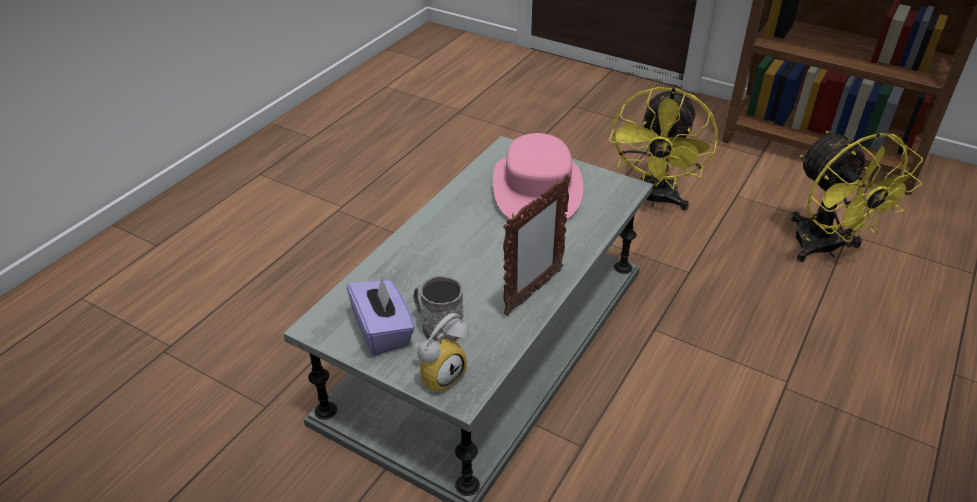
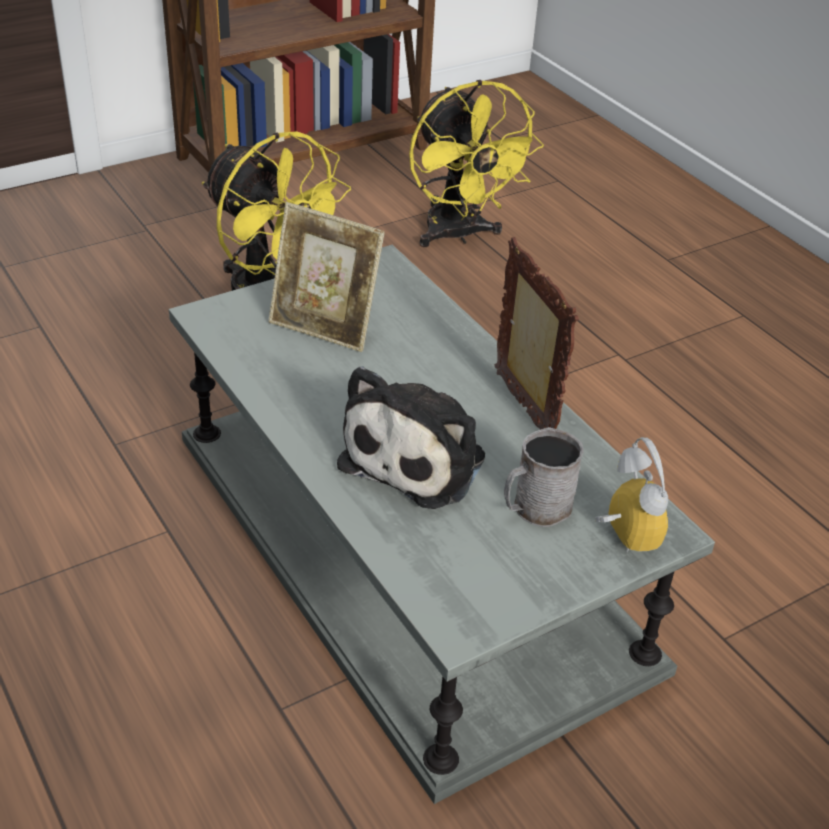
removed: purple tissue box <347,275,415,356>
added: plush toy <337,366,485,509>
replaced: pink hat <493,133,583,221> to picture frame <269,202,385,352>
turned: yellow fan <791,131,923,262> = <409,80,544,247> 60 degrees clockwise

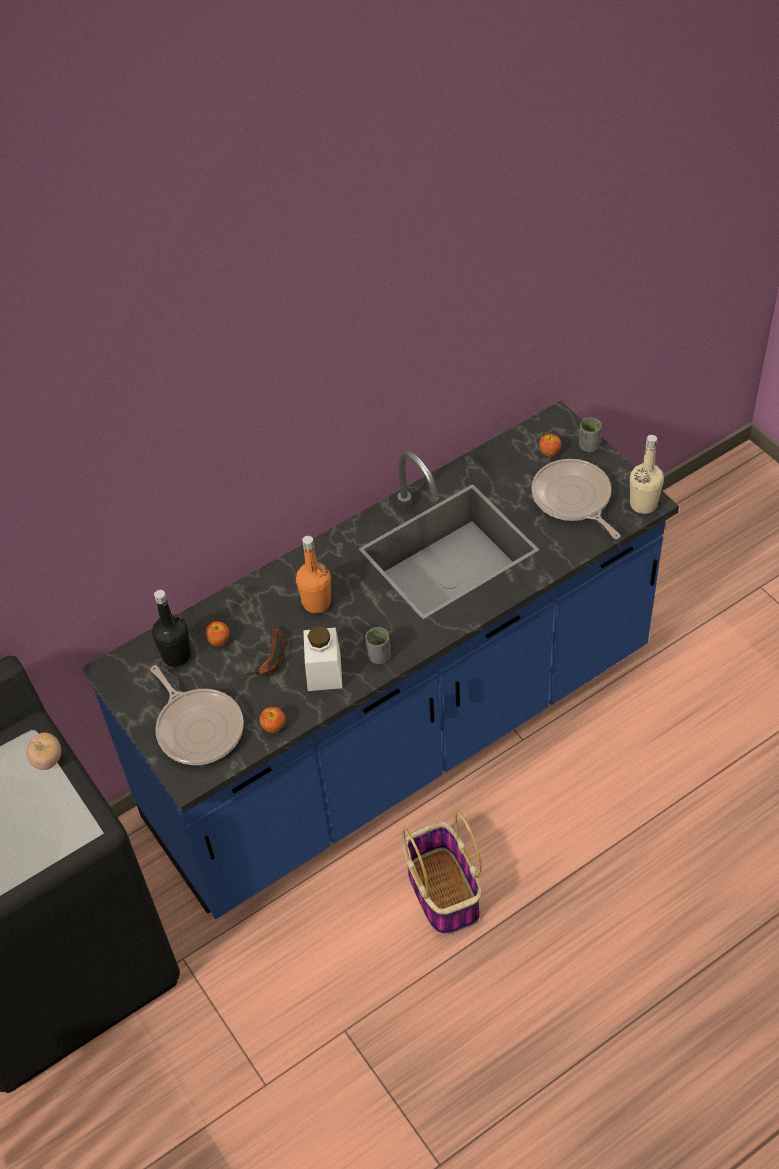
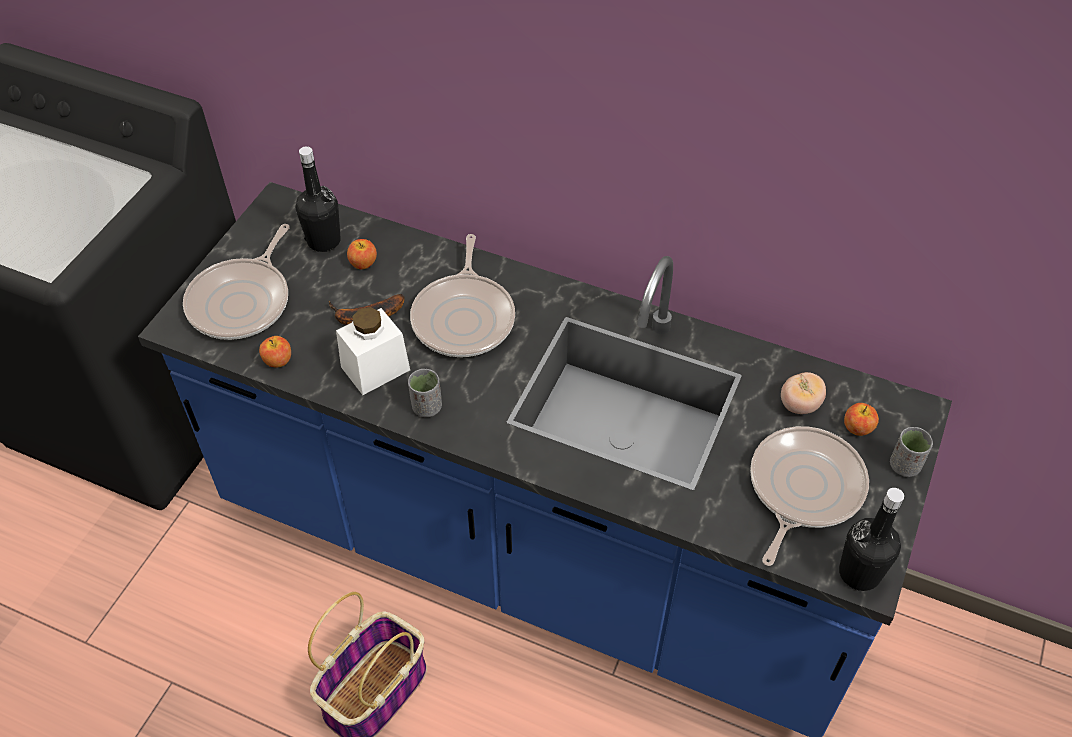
moved: tomato <26,732,61,770> to <781,372,826,414>
replaced: orange bottle <296,536,331,613> to frying pan <410,234,515,357>
recoloured: beige bottle <630,435,664,514> to black bottle <839,488,904,591>

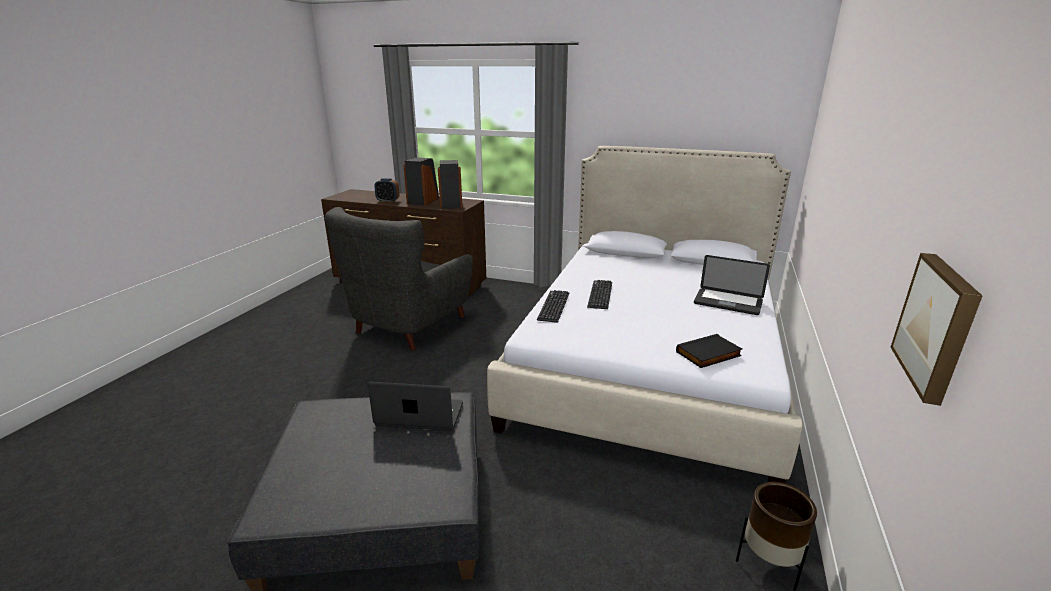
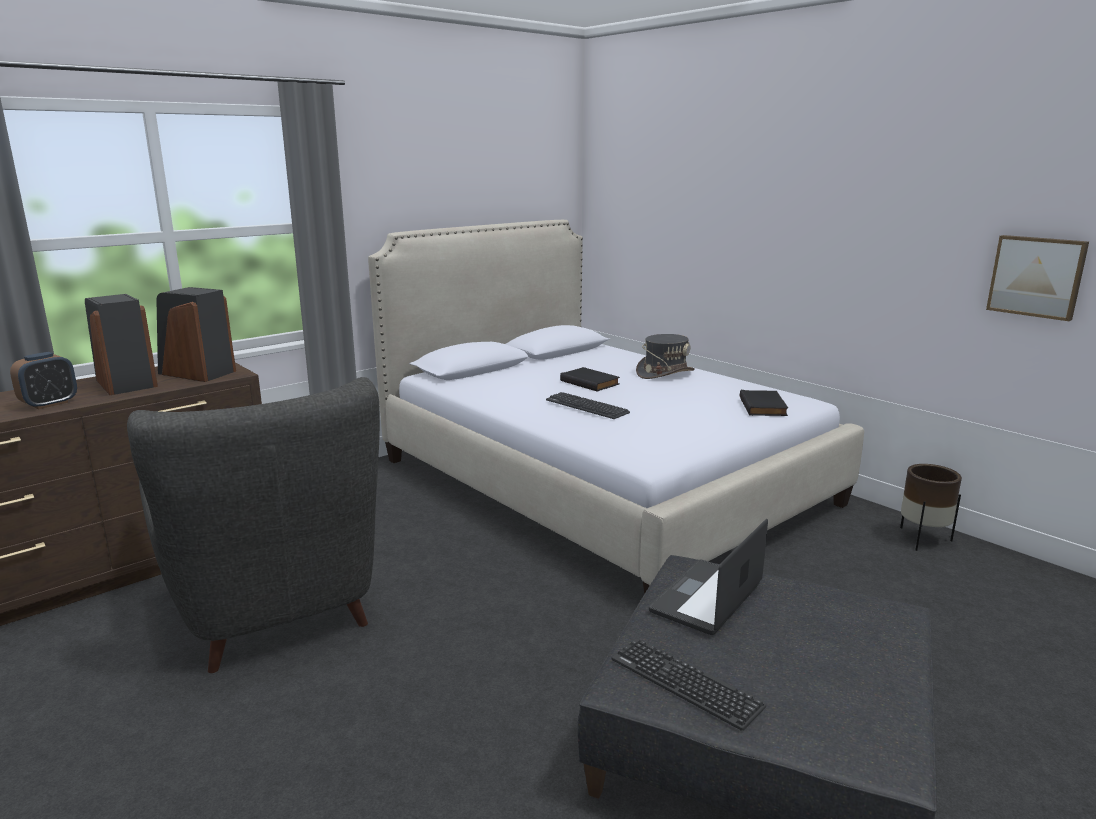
added: black book <560,367,620,392>
moved: keyboard <537,290,569,323> to <611,638,766,731>
replaced: laptop <694,255,770,315> to grey hat <636,334,695,379>

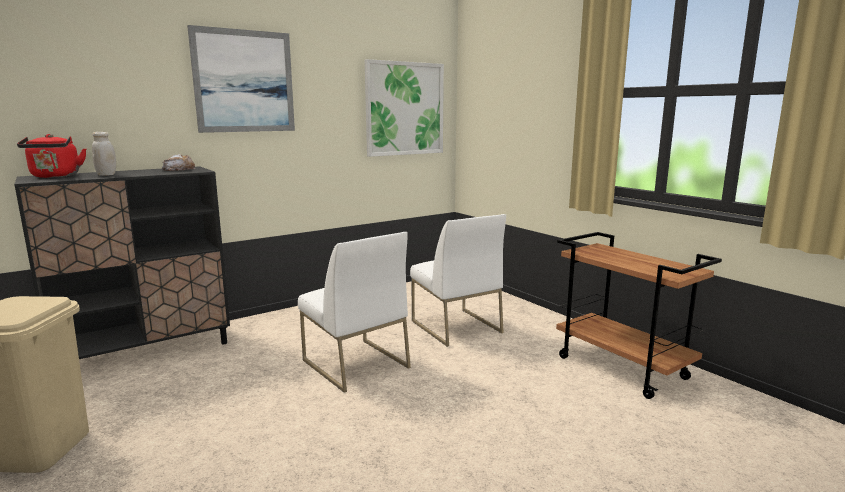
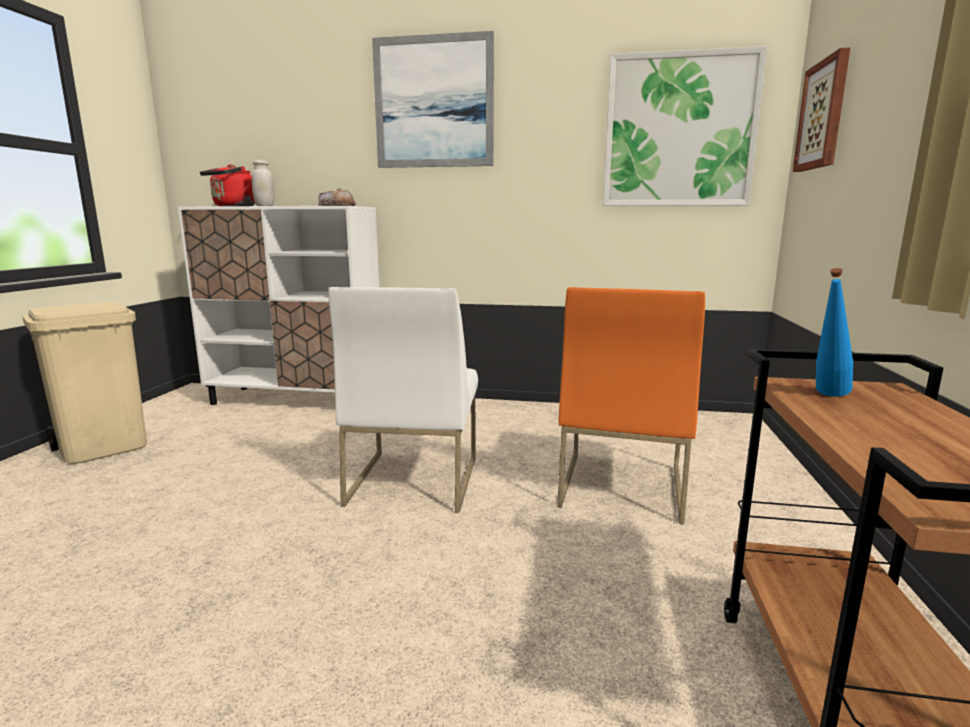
added: picture <793,47,851,172>; blue bottle <816,268,853,397>
recoloured: black cabinet <14,166,230,359> to white cabinet <178,206,379,405>; white chair <410,214,506,347> to orange chair <557,287,705,525>

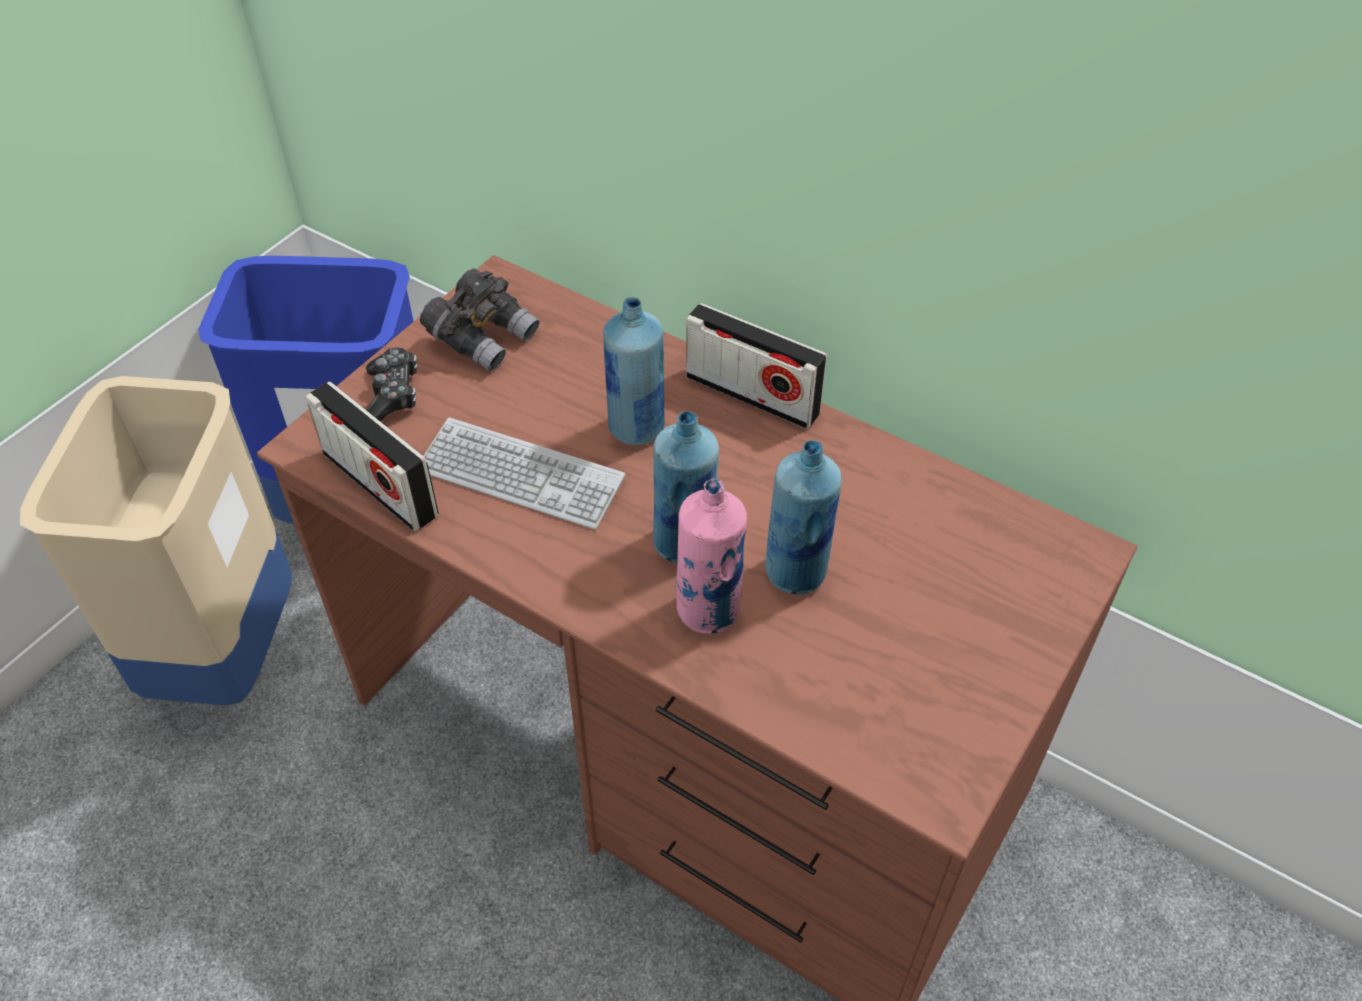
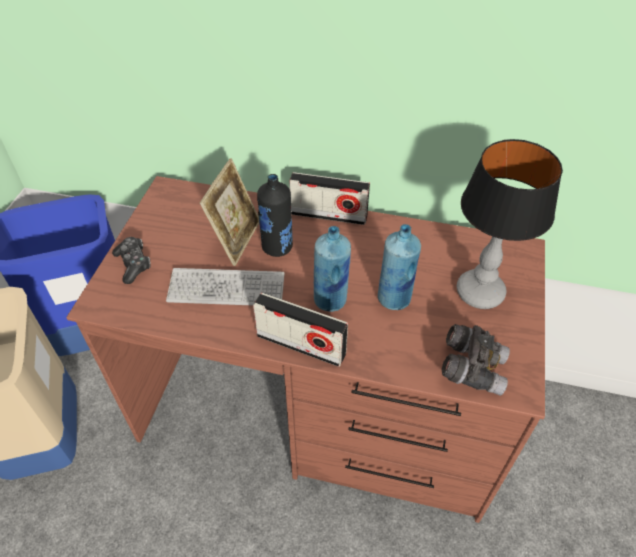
removed: pink bottle <677,479,747,634>
added: picture frame <200,158,259,266>; table lamp <457,139,563,309>
moved: radio <305,382,439,532> to <253,293,348,367>; grey binoculars <420,268,539,372> to <441,324,510,396>
recoloured: blue bottle <603,297,664,445> to black bottle <257,174,293,257>

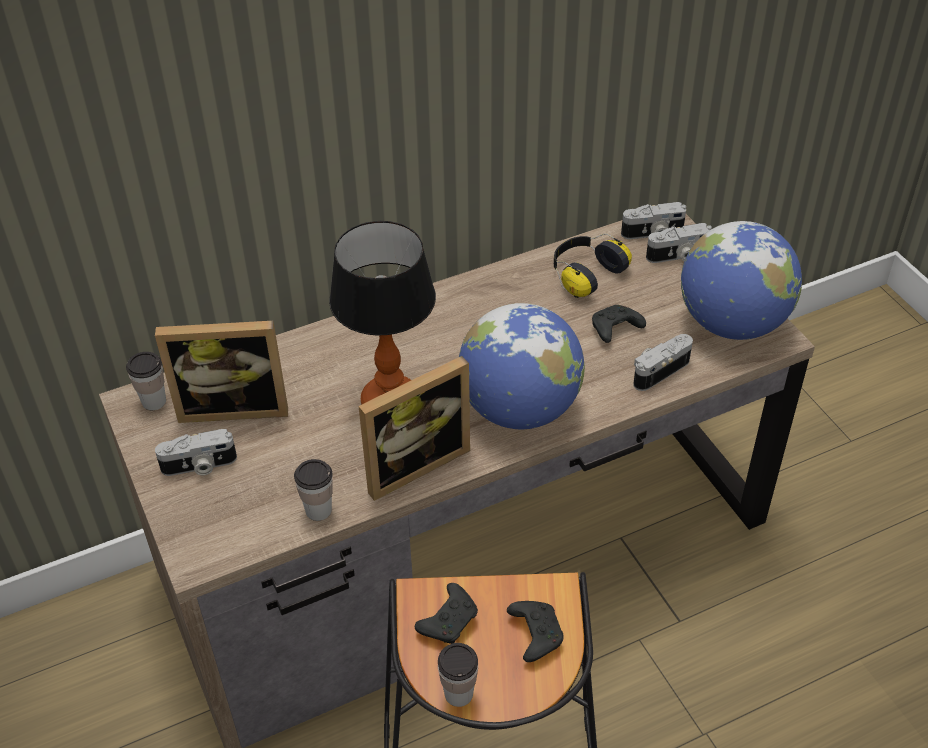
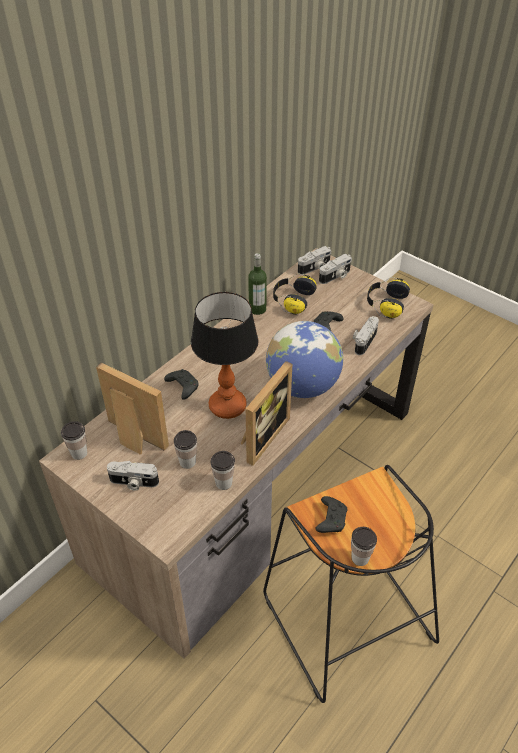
added: cup <174,430,197,469>; bottle <248,253,267,315>
moved: black game controller <507,601,564,662> to <164,369,199,400>
replaced: globe <681,221,802,340> to headphones <367,277,410,319>
turned: picture frame <155,321,288,423> = <96,362,169,455> 120 degrees counterclockwise; photo camera <155,429,237,476> = <107,461,159,491> 45 degrees clockwise

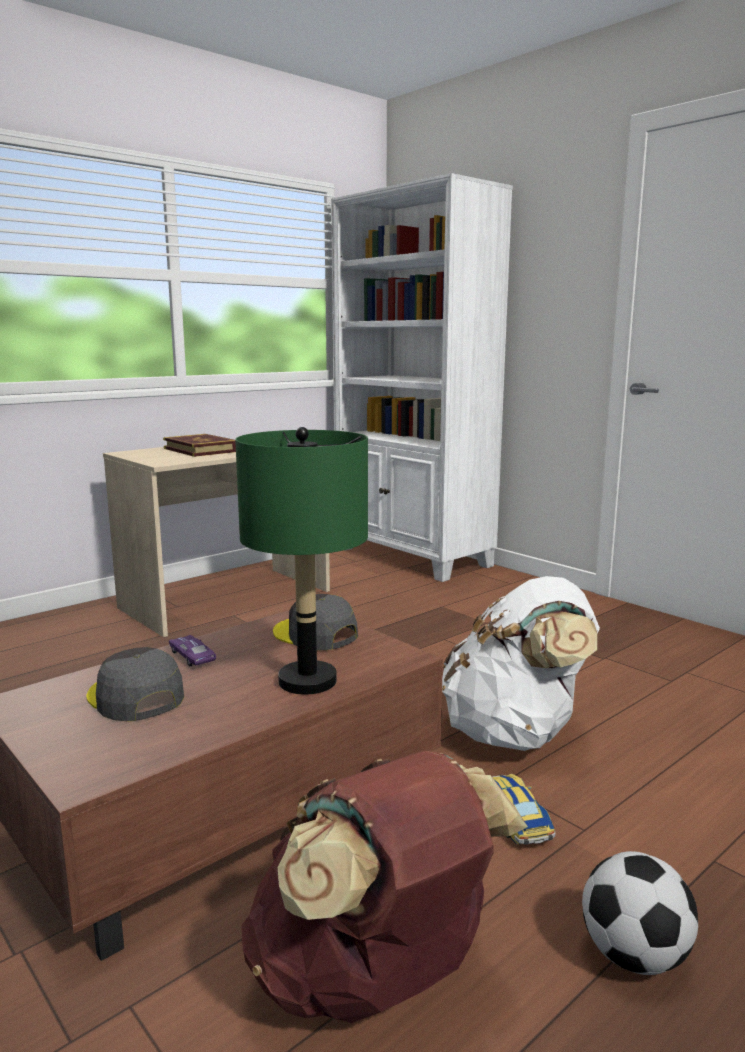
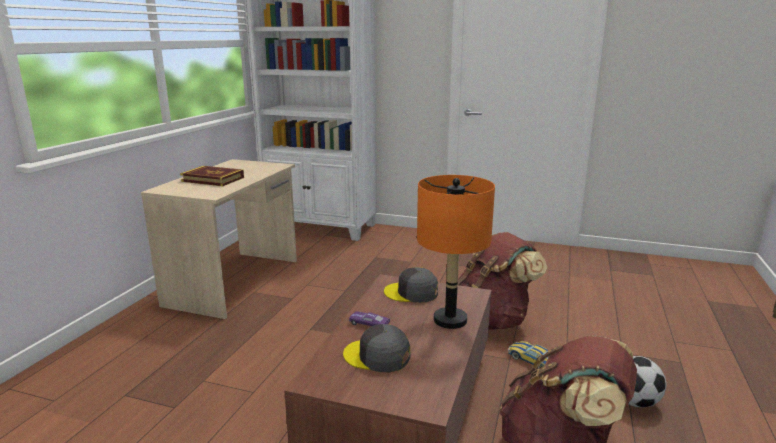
recoloured: green table lamp <235,427,368,695> to orange table lamp <417,175,495,329>; white backpack <442,576,600,751> to brown backpack <458,232,547,330>

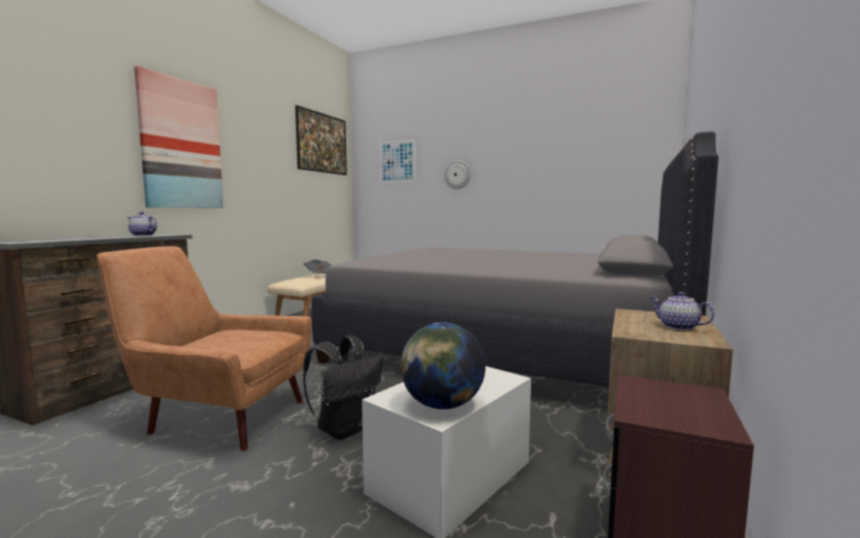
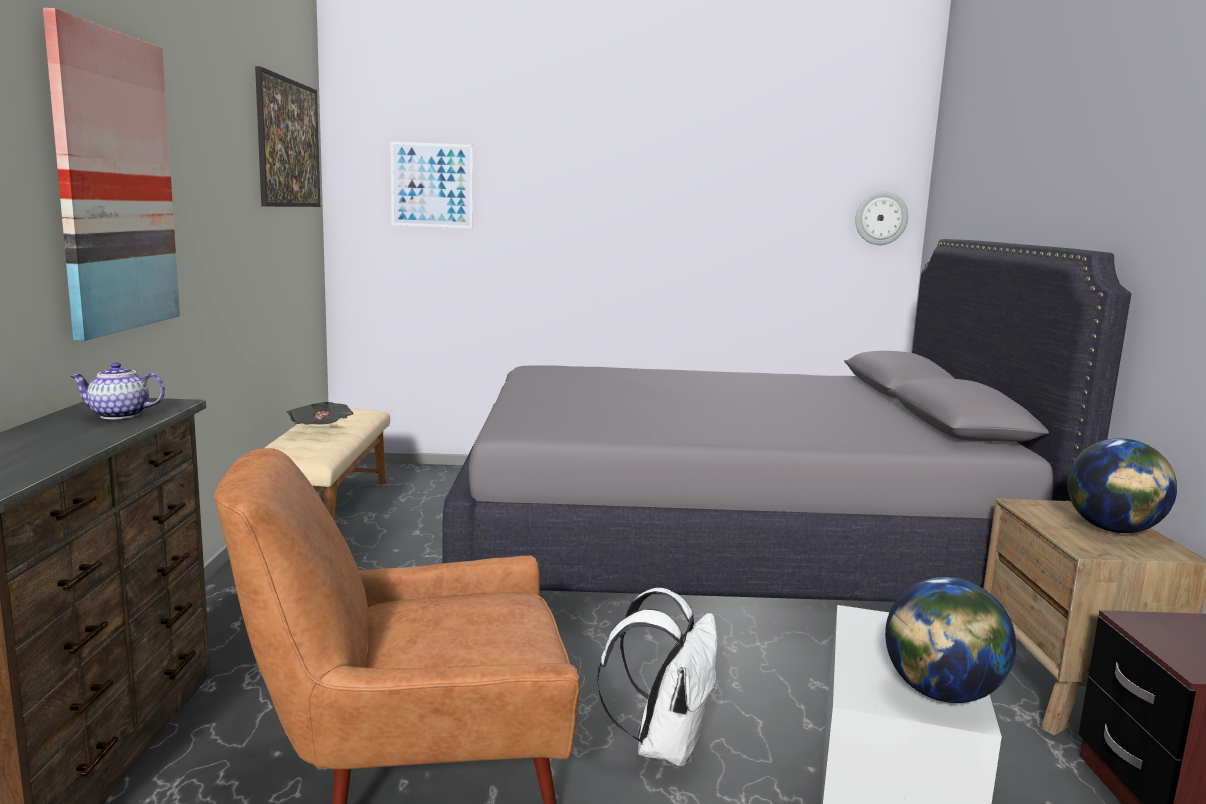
moved: wall clock <444,160,471,189> to <855,191,908,245>
replaced: teapot <651,292,715,330> to globe <1067,438,1177,533>
recoloured: black backpack <303,335,383,440> to white backpack <597,588,718,767>

